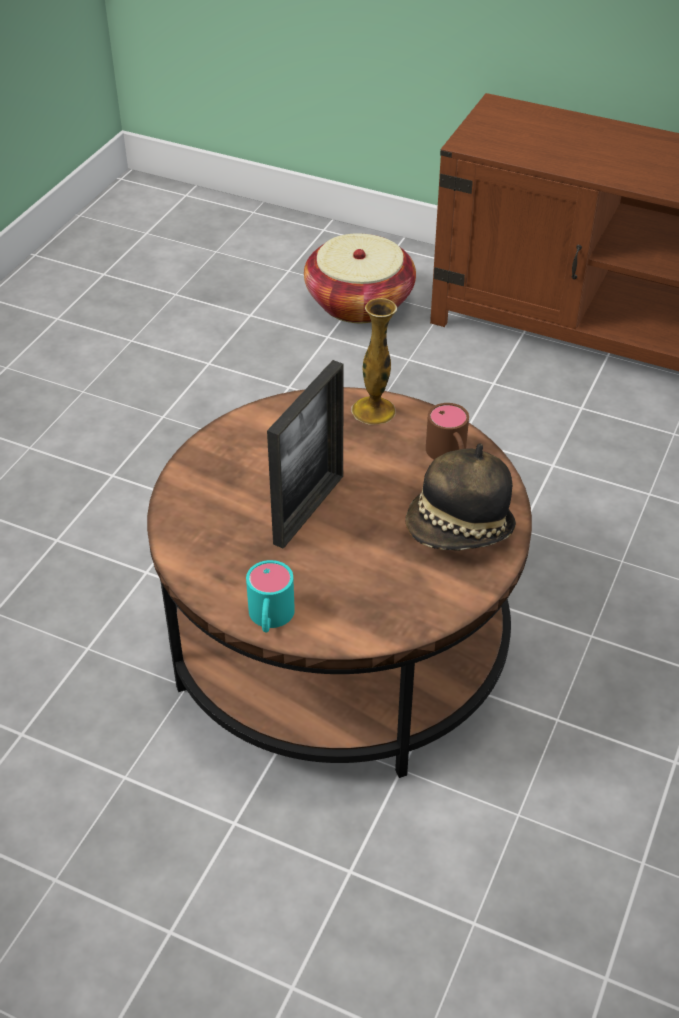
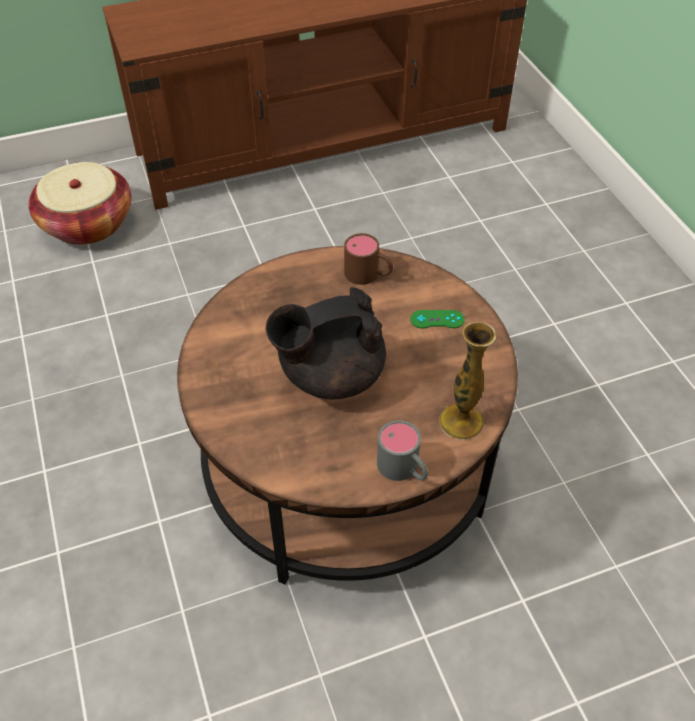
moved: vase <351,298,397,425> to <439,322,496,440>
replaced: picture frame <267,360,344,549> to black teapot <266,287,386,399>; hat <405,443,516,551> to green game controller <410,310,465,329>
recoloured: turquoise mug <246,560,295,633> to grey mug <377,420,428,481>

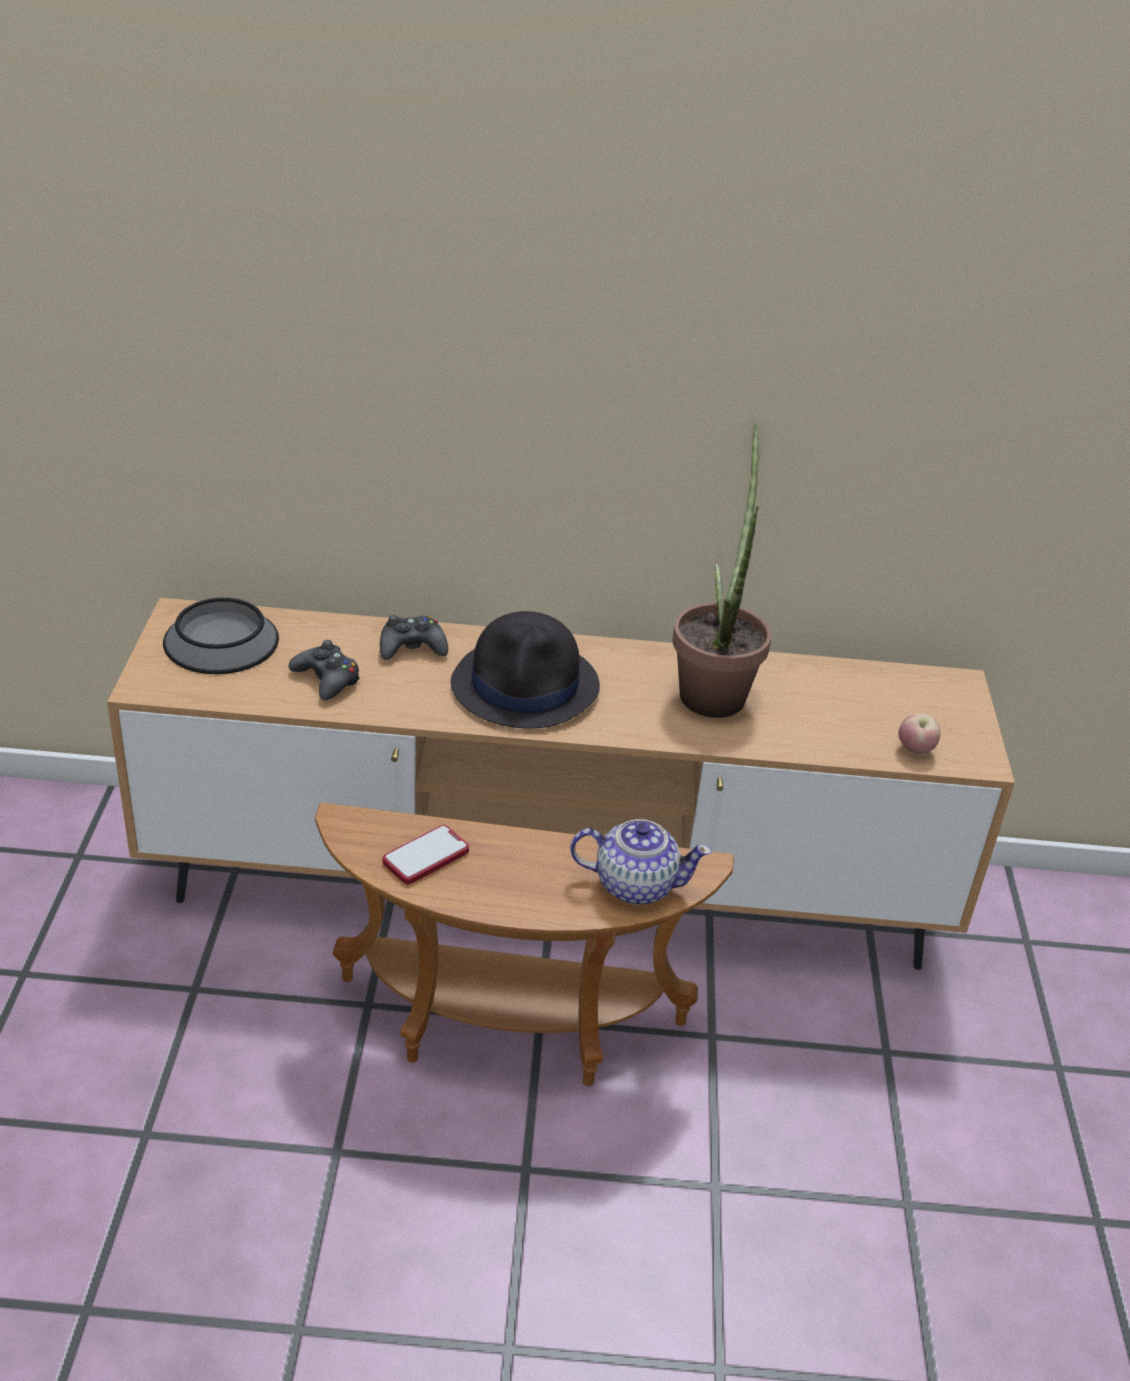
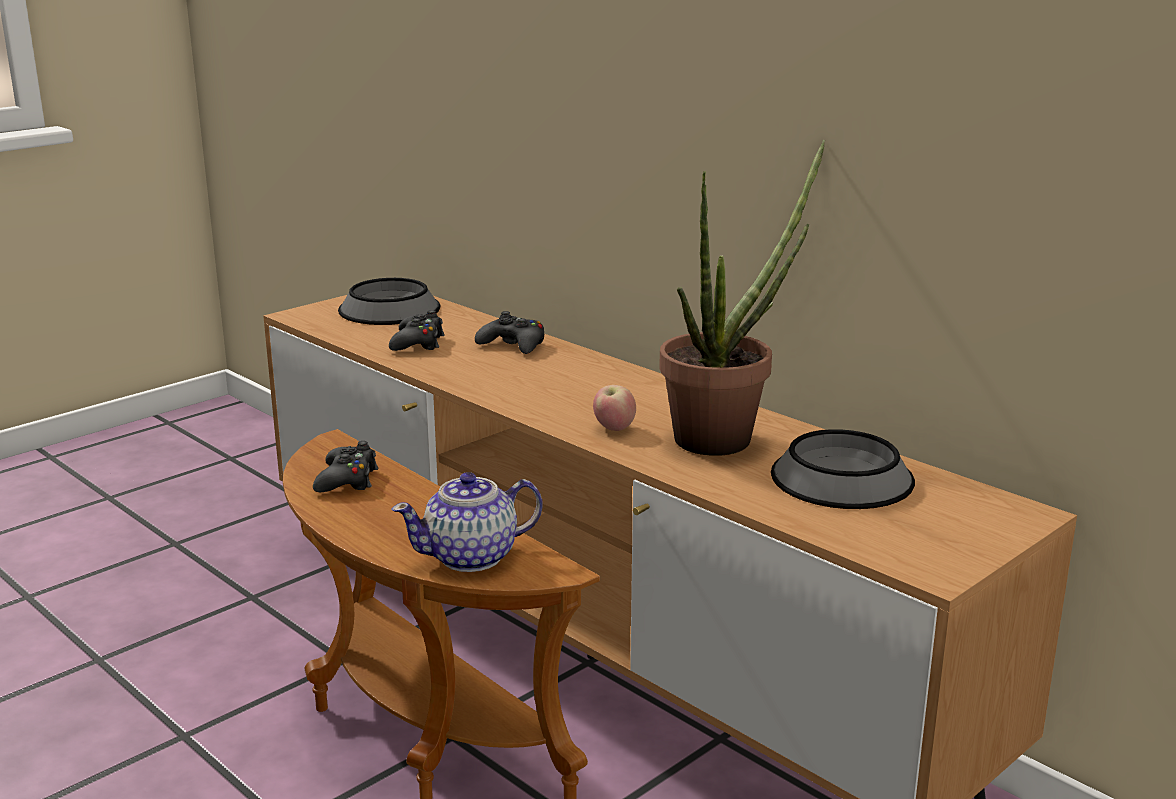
removed: black hat <451,611,600,729>
added: bowl <771,429,915,509>
moved: apple <898,713,941,754> to <593,385,636,431>
replaced: phone <383,825,469,885> to black game controller <313,441,378,492>
turned: teapot <570,819,712,905> = <391,472,542,572> 105 degrees clockwise

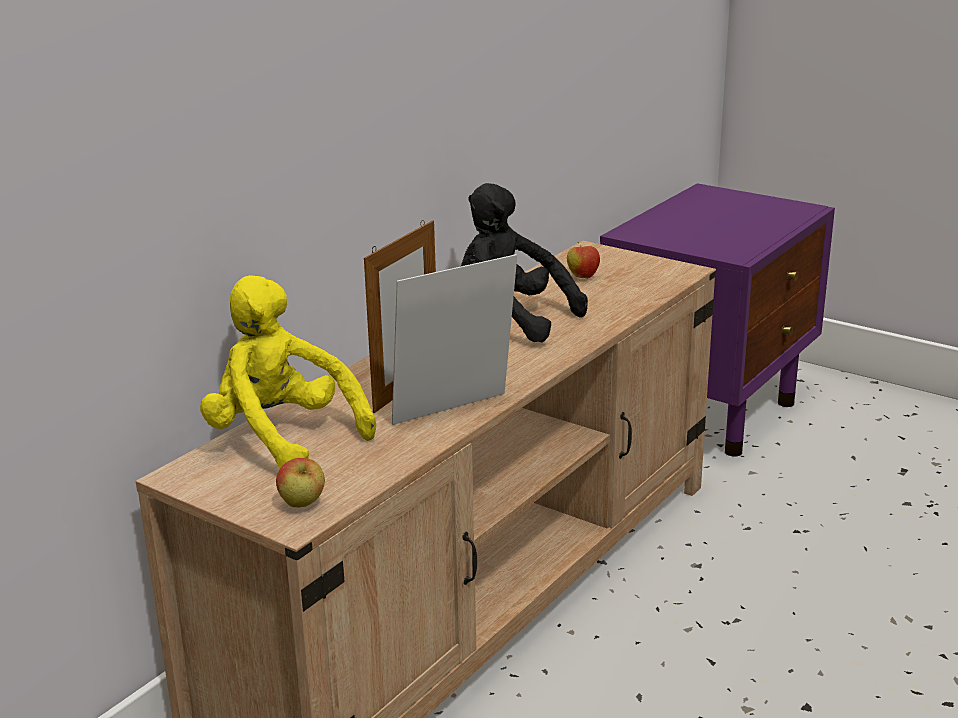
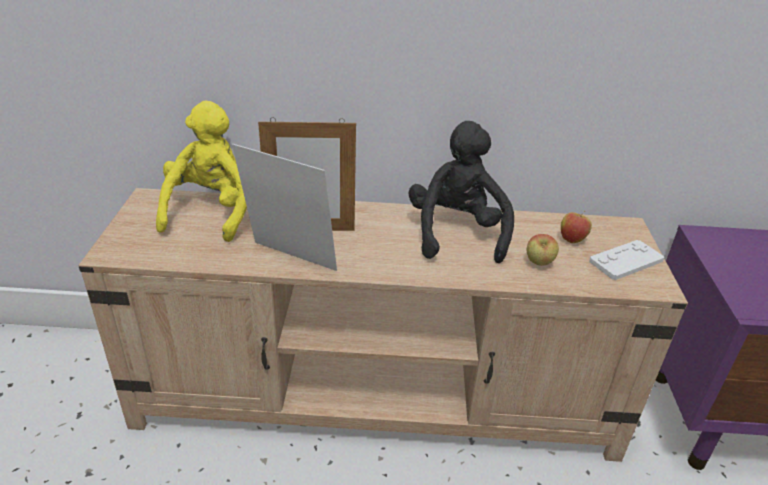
added: white game controller <589,240,664,280>
moved: apple <276,458,325,508> to <526,234,559,266>

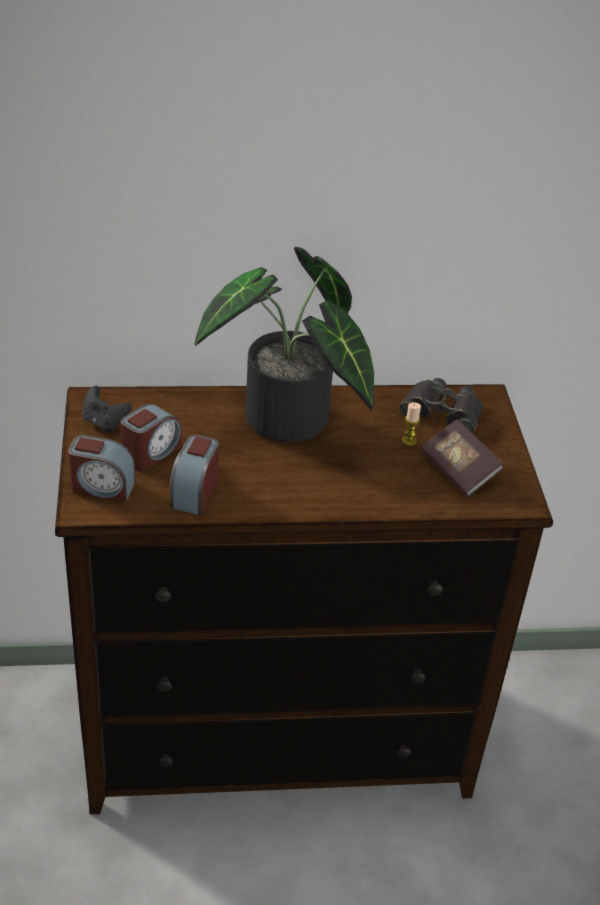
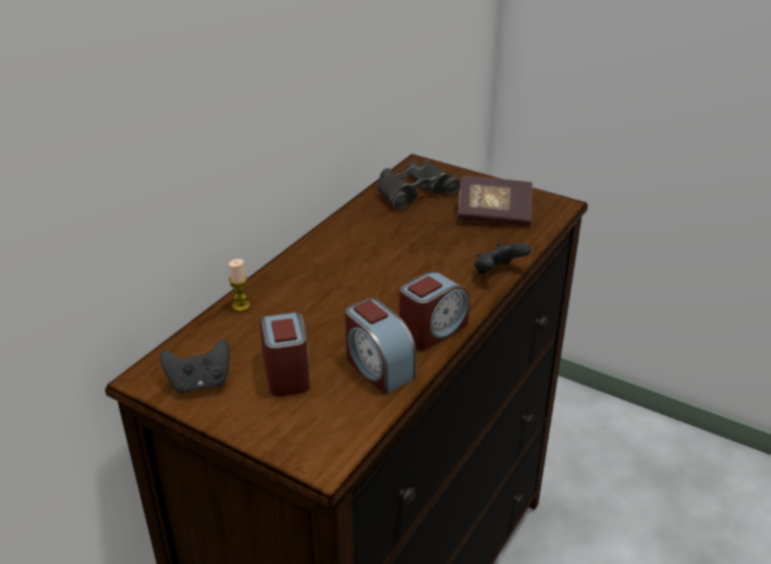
removed: potted plant <195,247,375,442>
added: black game controller <474,242,531,274>
moved: alarm clock <68,435,135,502> to <399,272,469,350>; candle <402,402,421,446> to <229,259,250,312>

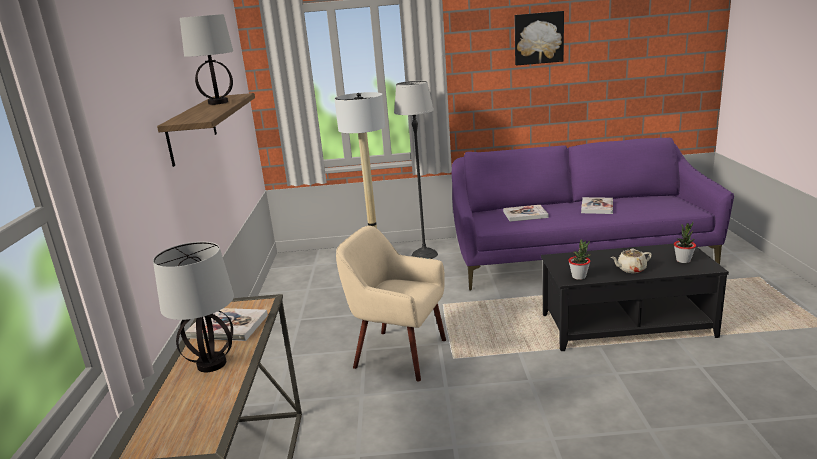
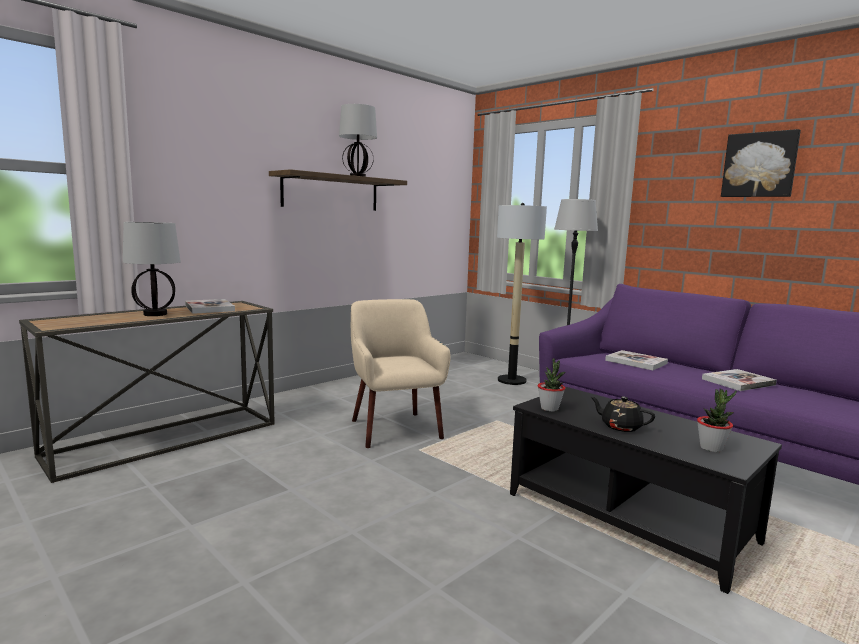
recoloured: beige teapot <611,249,652,273> to black teapot <591,397,655,432>

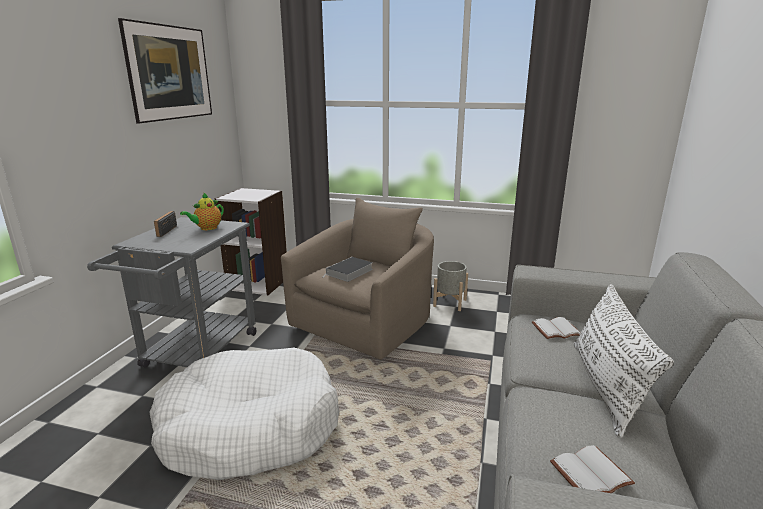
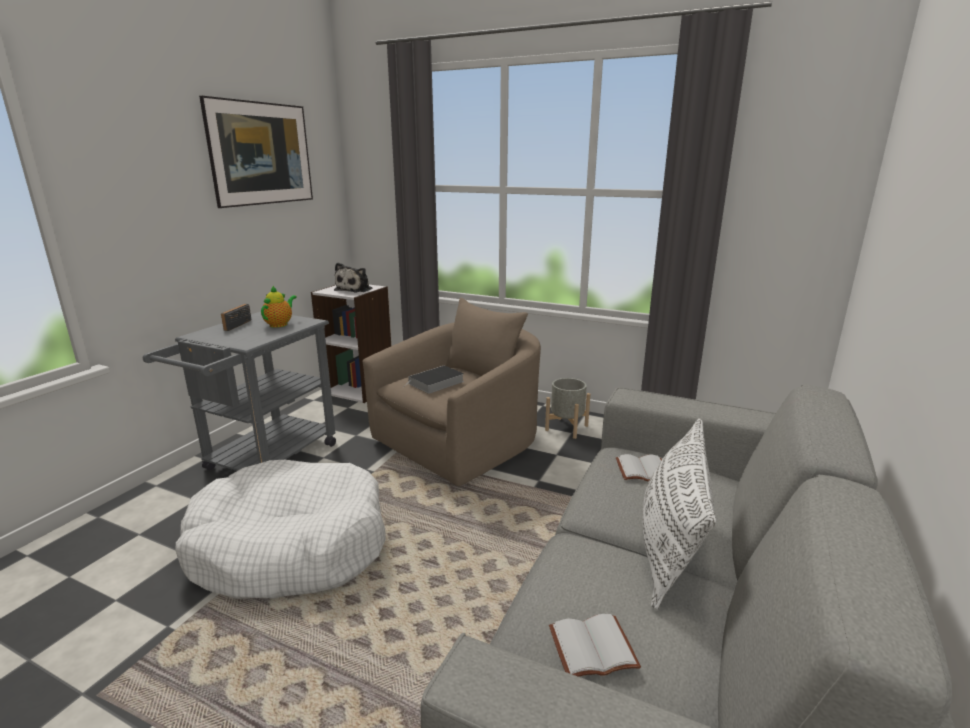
added: plush toy <334,263,372,292>
turned: teapot <180,192,224,230> = <261,286,297,328> 150 degrees clockwise

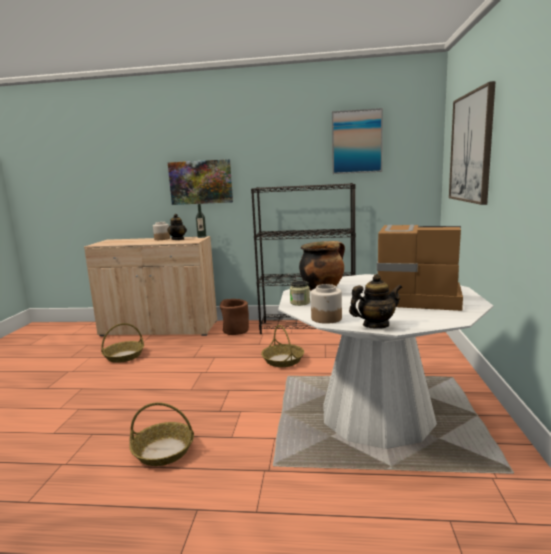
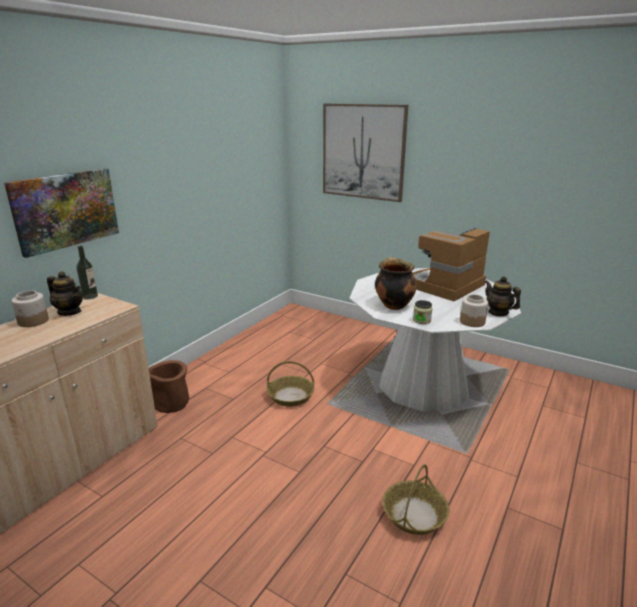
removed: basket <101,323,144,363>; black bookcase <251,183,356,334>; picture <332,108,383,174>
turned: teapot <349,274,402,329> = <485,276,521,316> 45 degrees counterclockwise

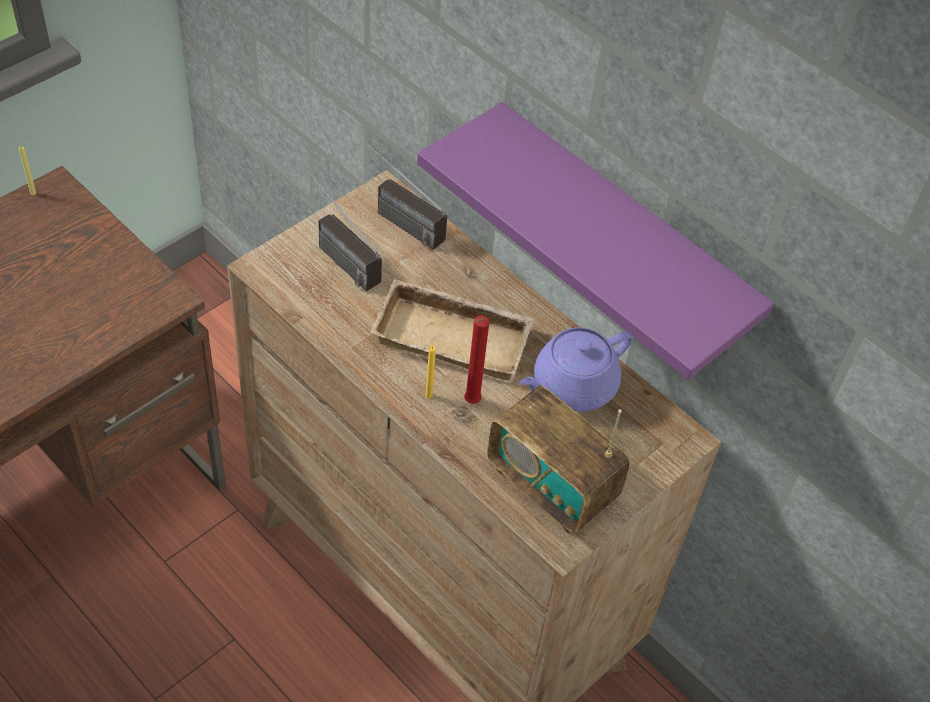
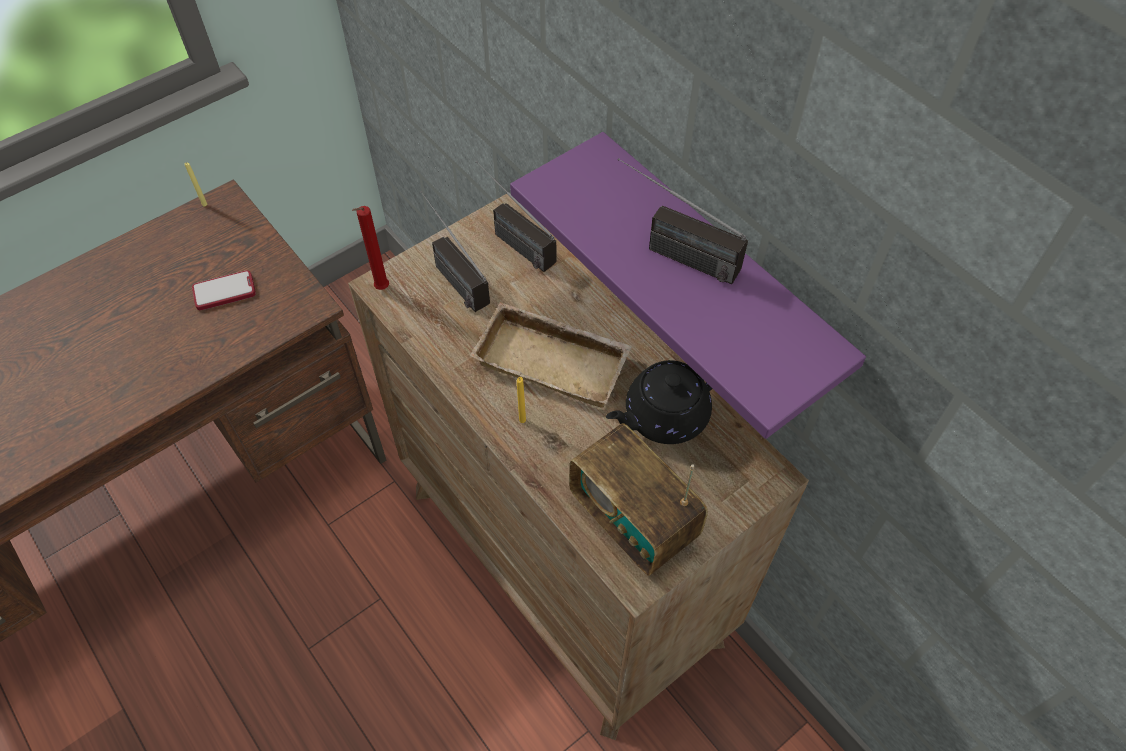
added: phone <192,270,256,310>; radio <618,158,748,284>
moved: red candle <464,315,490,404> to <352,206,389,290>
recoloured: purple teapot <520,328,633,412> to black teapot <606,360,713,444>

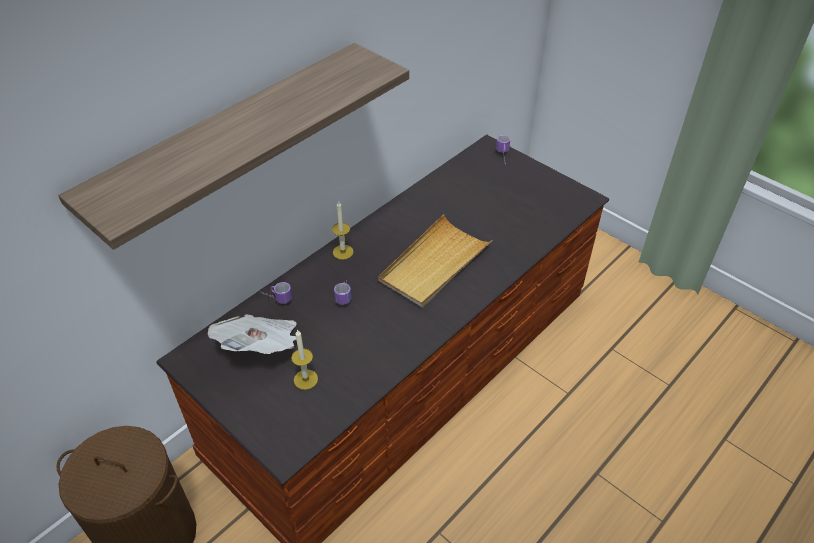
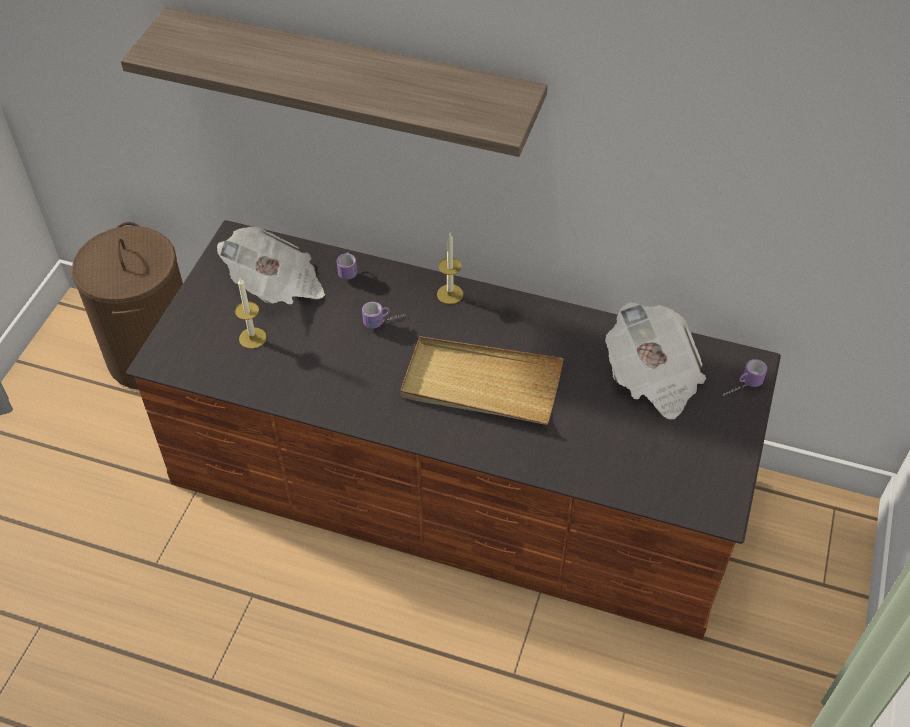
added: newspaper <605,302,706,419>

